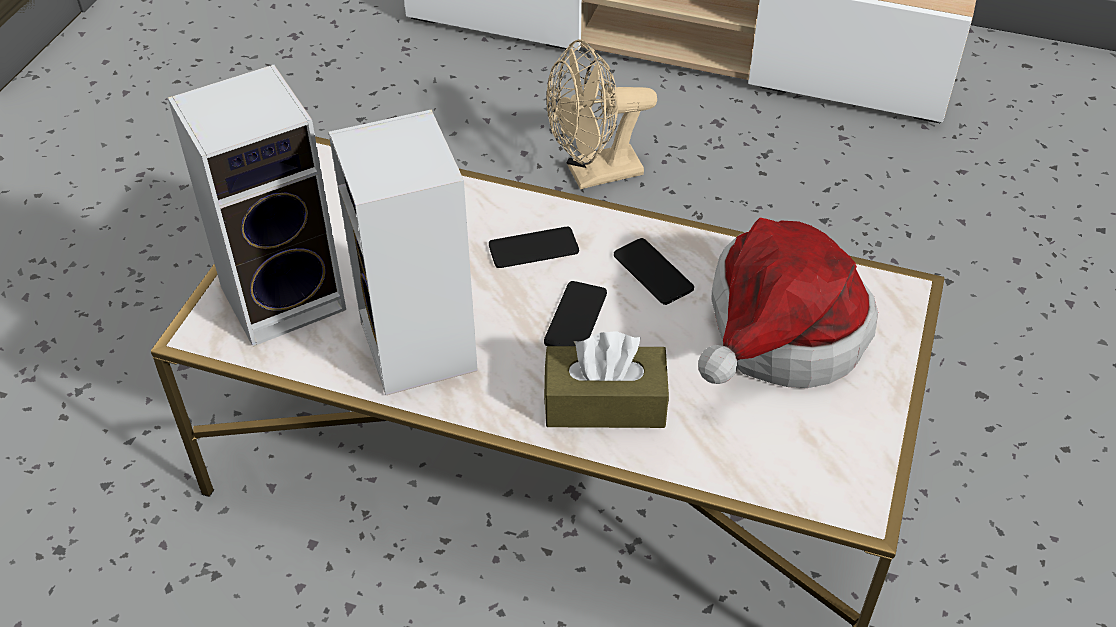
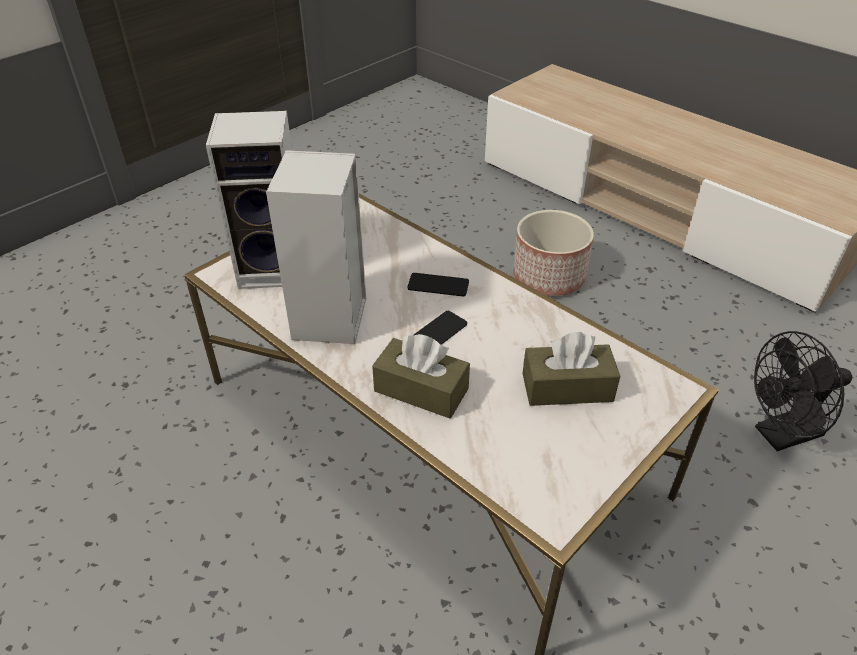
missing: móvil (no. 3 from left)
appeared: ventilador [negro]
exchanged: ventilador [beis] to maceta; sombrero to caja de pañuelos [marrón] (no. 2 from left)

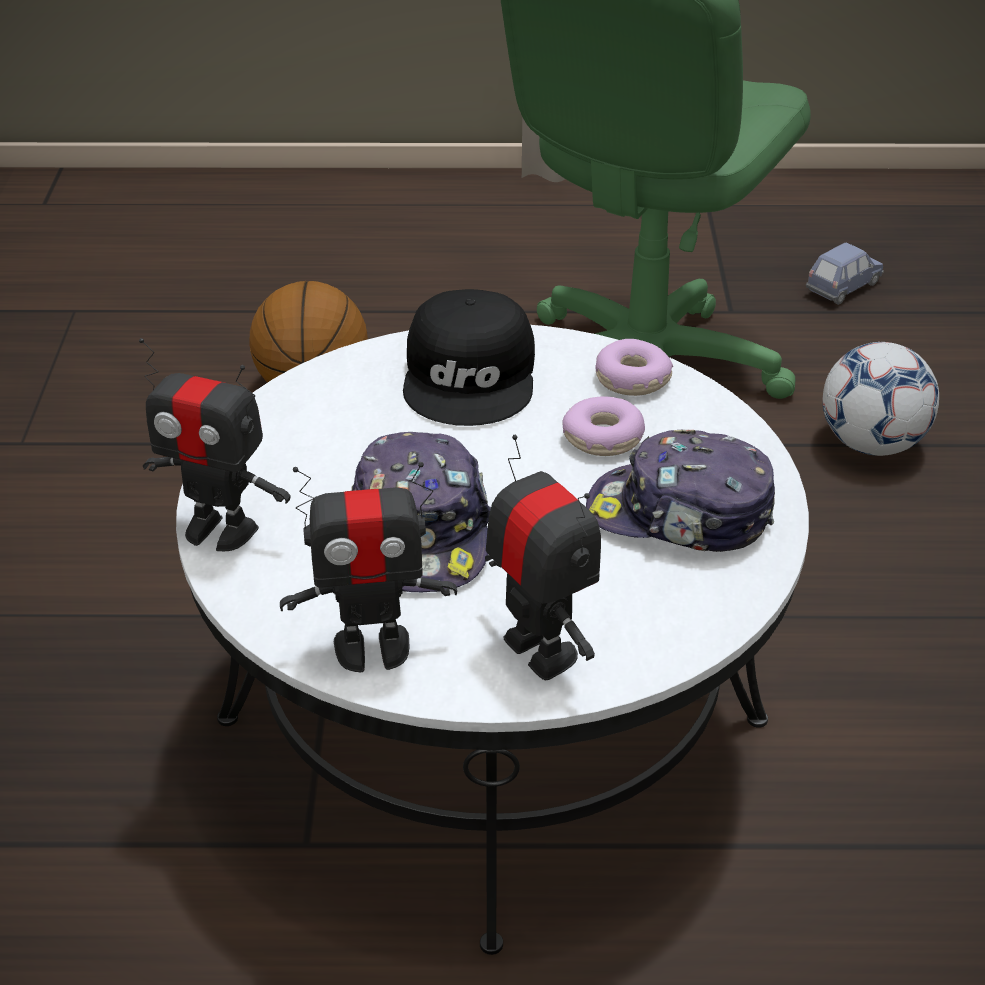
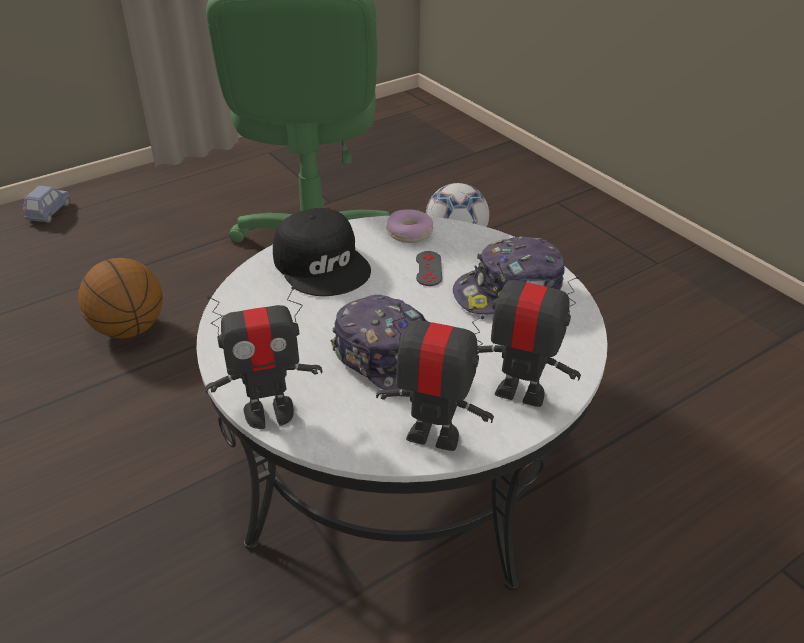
relocated: coche de juguete [azul]
exchanged: rosquilla (no. 1 from left) to mando de consola [gris]
spun: robot de juguete (no. 2 from left) 120 degrees counterclockwise

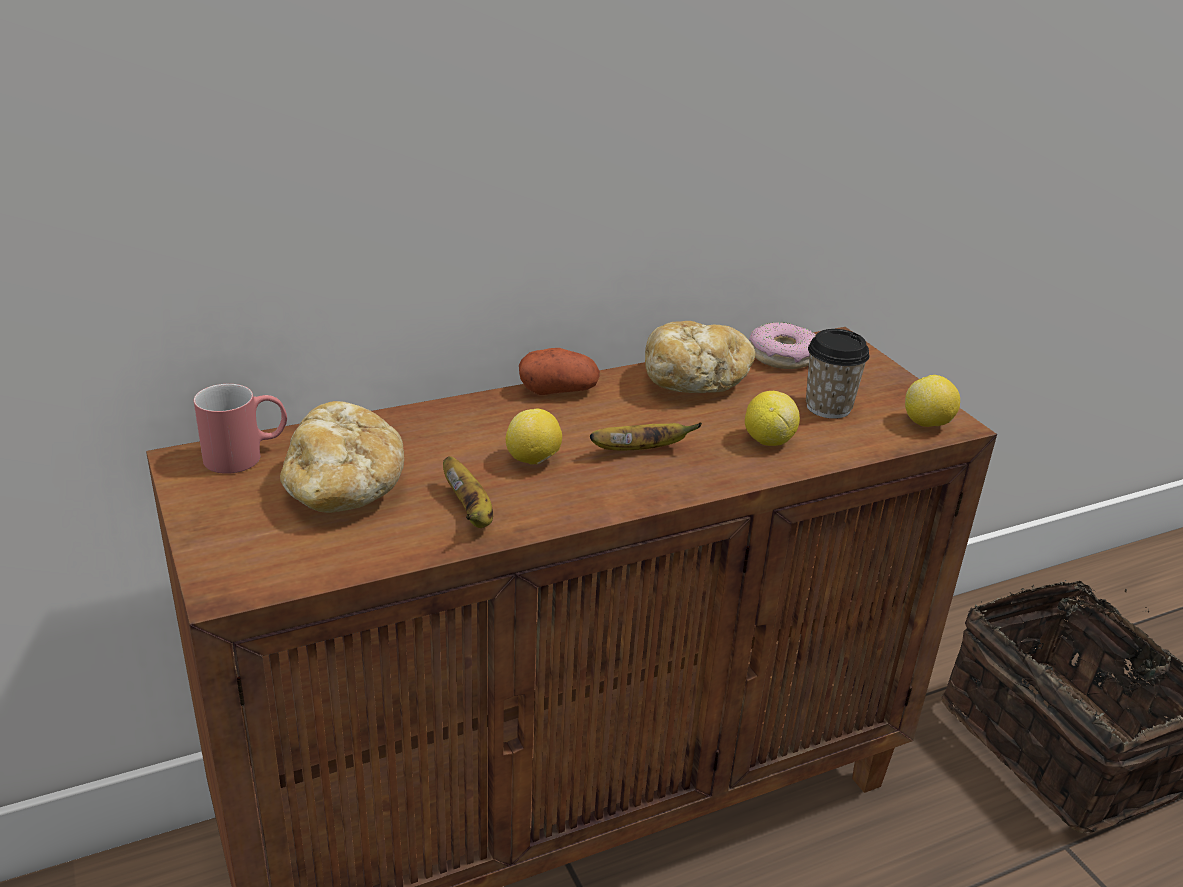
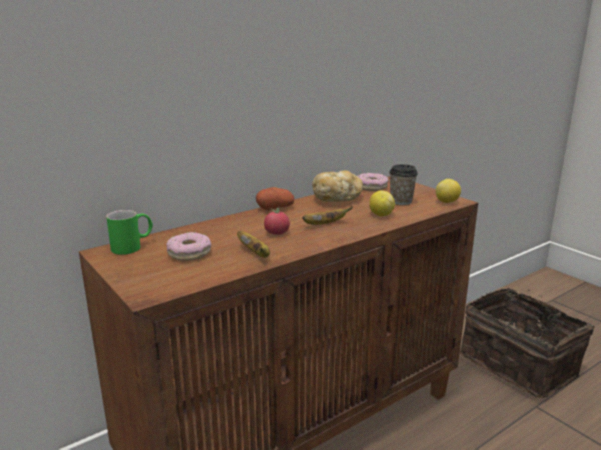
exchanged: pan (no. 1 from left) to rosquilla (no. 1 from left); limón (no. 1 from left) to tomate
colour: taza grande [rojo] to taza grande [verde]

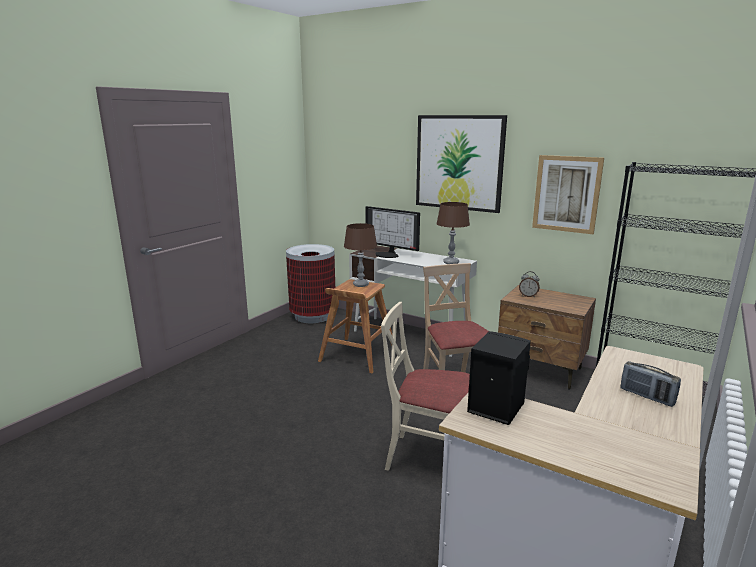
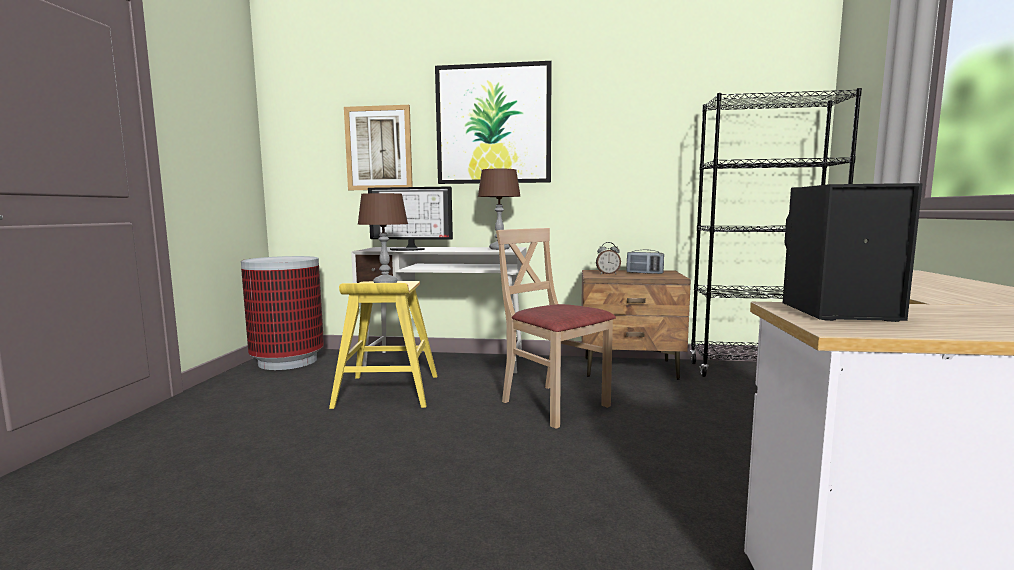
missing: silla [beis] (no. 1 from left)
relocated: cuadro (no. 2 from left in the first image) to cuadro (no. 1 from left); radio
colour: taburete [marrón] to taburete [amarillo]

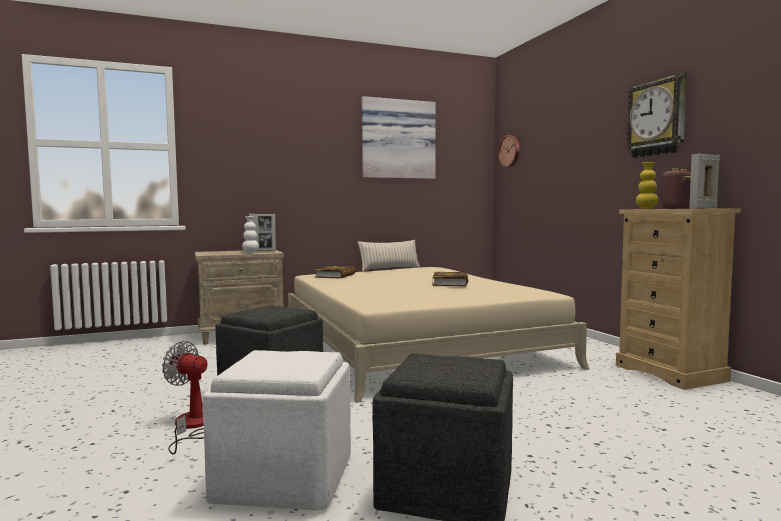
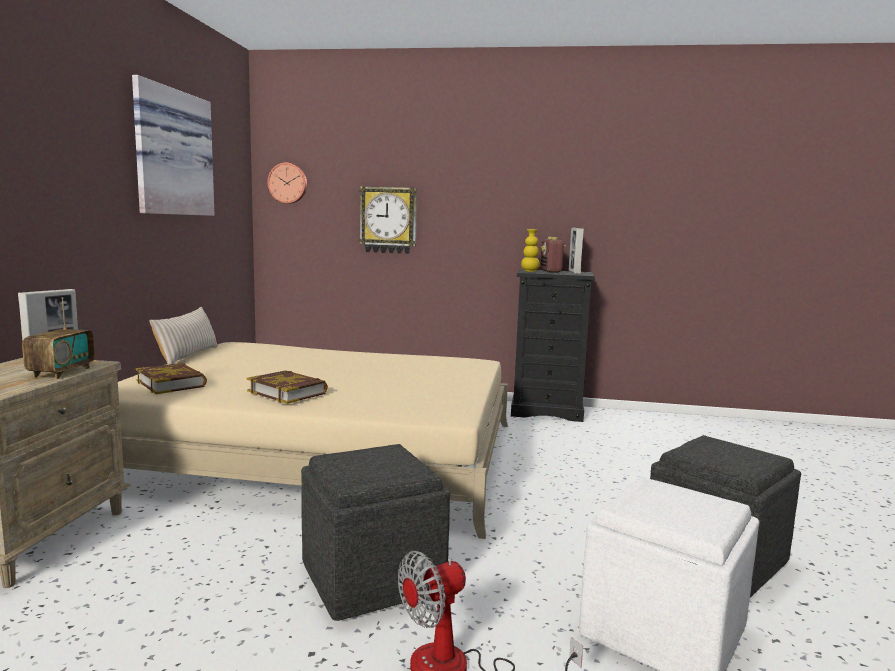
relocated: libro (no. 2 from left); reloj de pared (no. 2 from left)
exchanged: florero [blanco] to radio (no. 1 from left)
colour: cómoda [beis] to cómoda [negro]

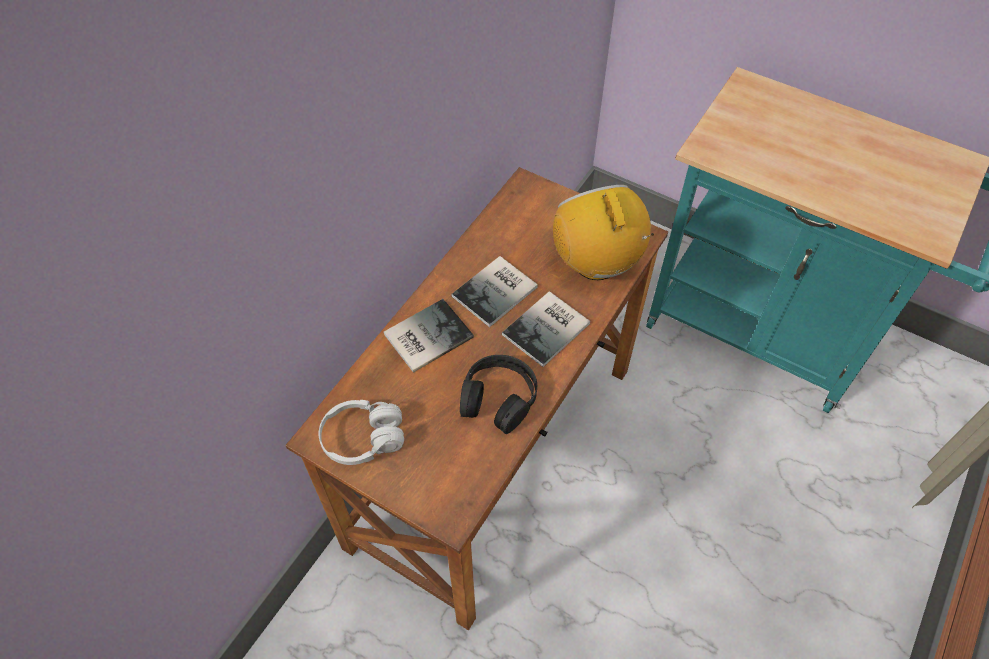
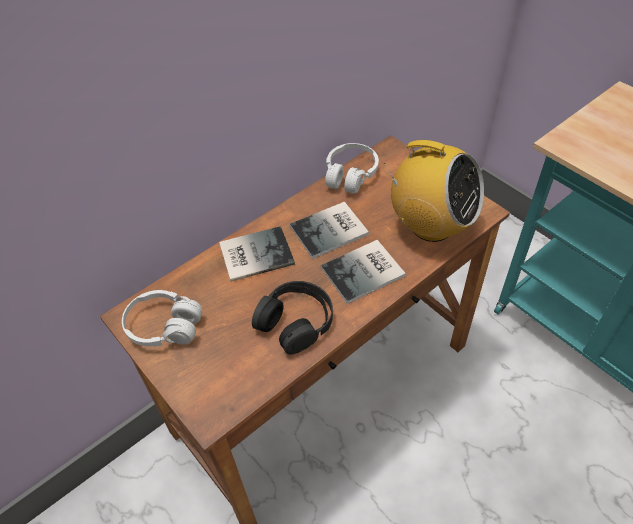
appeared: auriculares [blanco] (no. 2 from left)
spun: radio 120 degrees clockwise

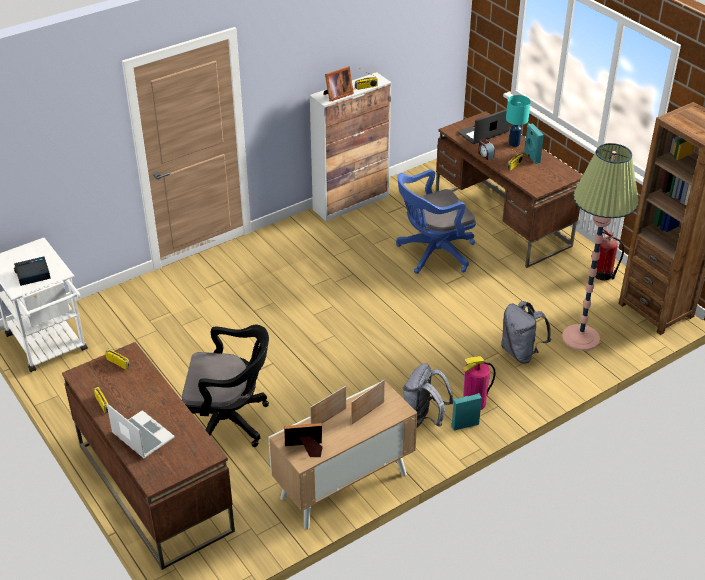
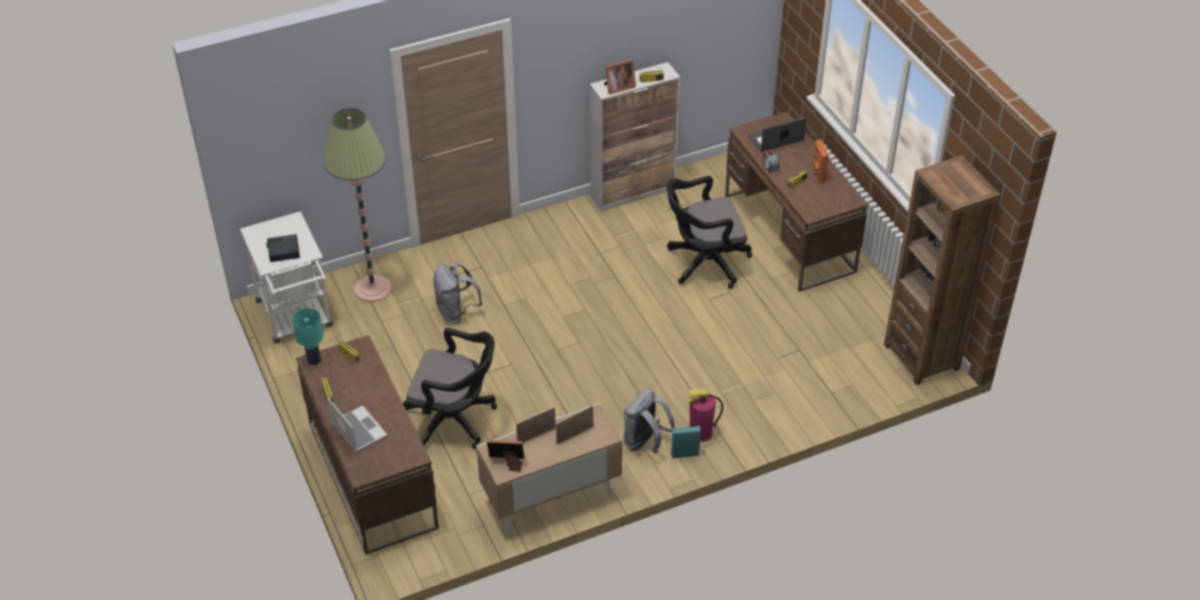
missing: extintor (no. 2 from left)
relocated: mochila [gris] (no. 2 from left in the first image) to mochila [gris] (no. 1 from left); lámpara de mesa [turquesa]; lámpara de pie
colour: silla de oficina [azul] to silla de oficina [negro] (no. 2 from left); altavoz [turquesa] (no. 2 from left) to altavoz [naranja]

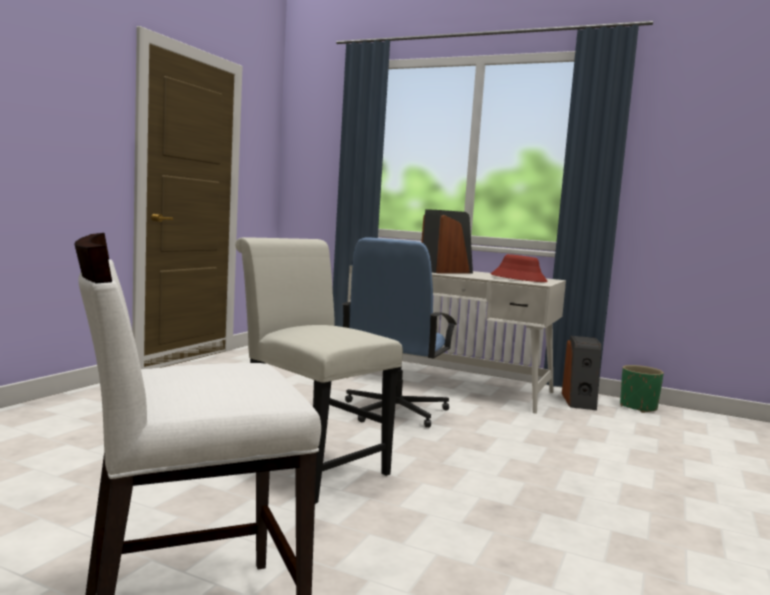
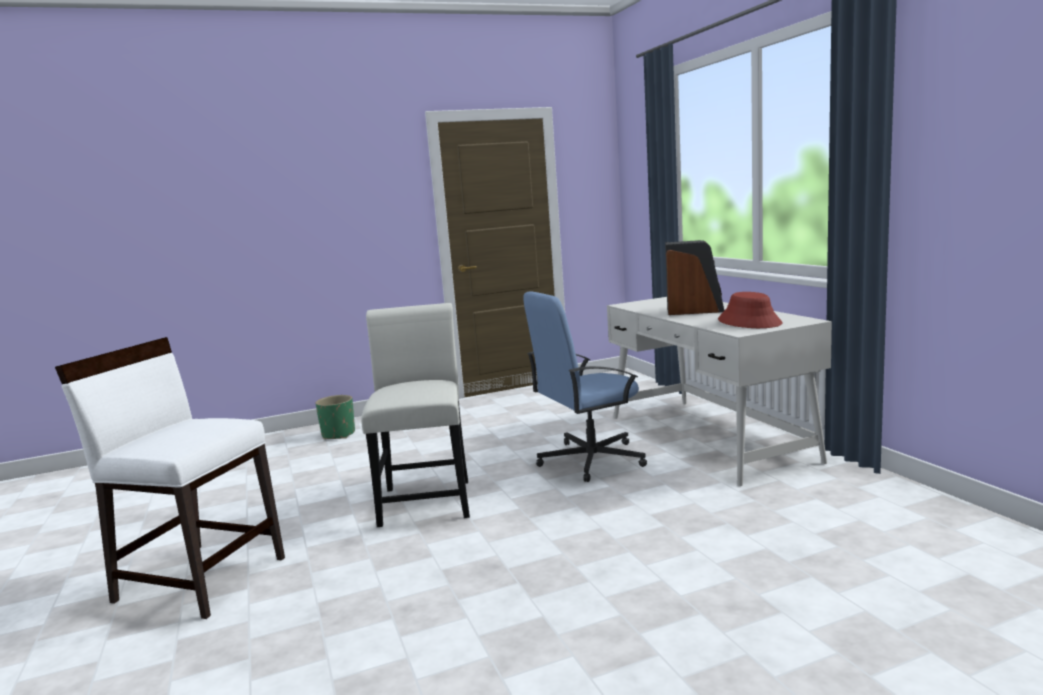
missing: altavoz (no. 2 from left)
relocated: maceta [verde]

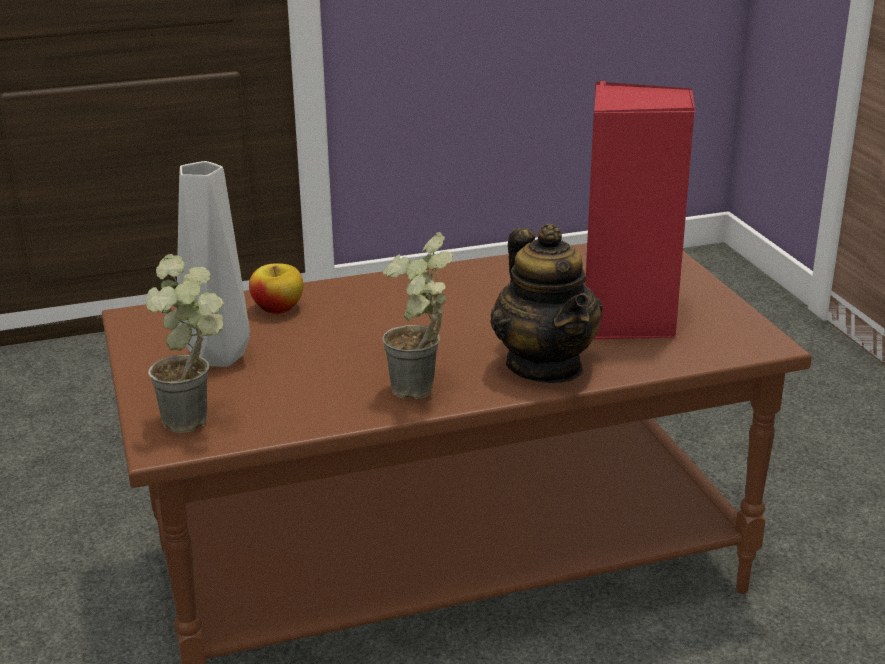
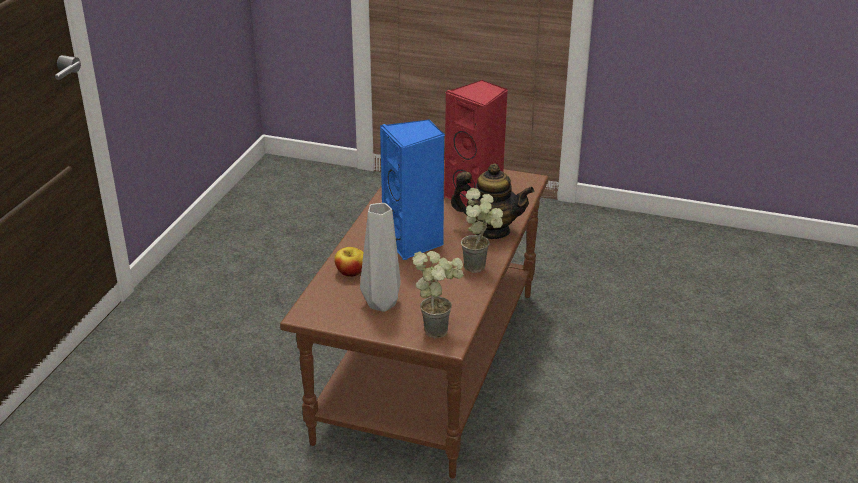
appeared: altavoz [azul]

